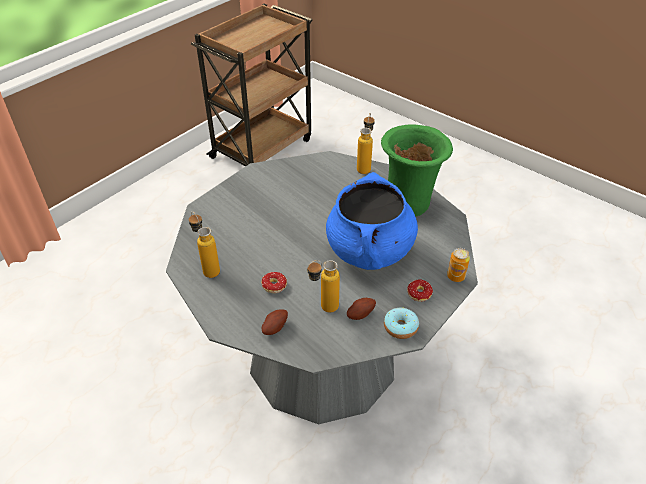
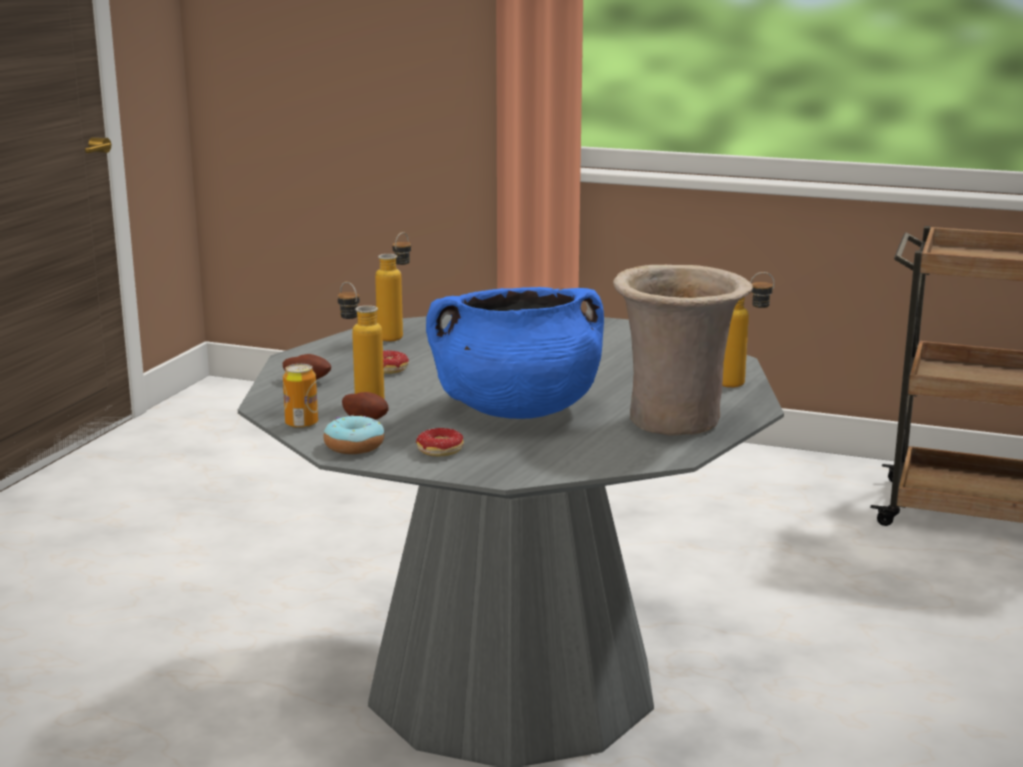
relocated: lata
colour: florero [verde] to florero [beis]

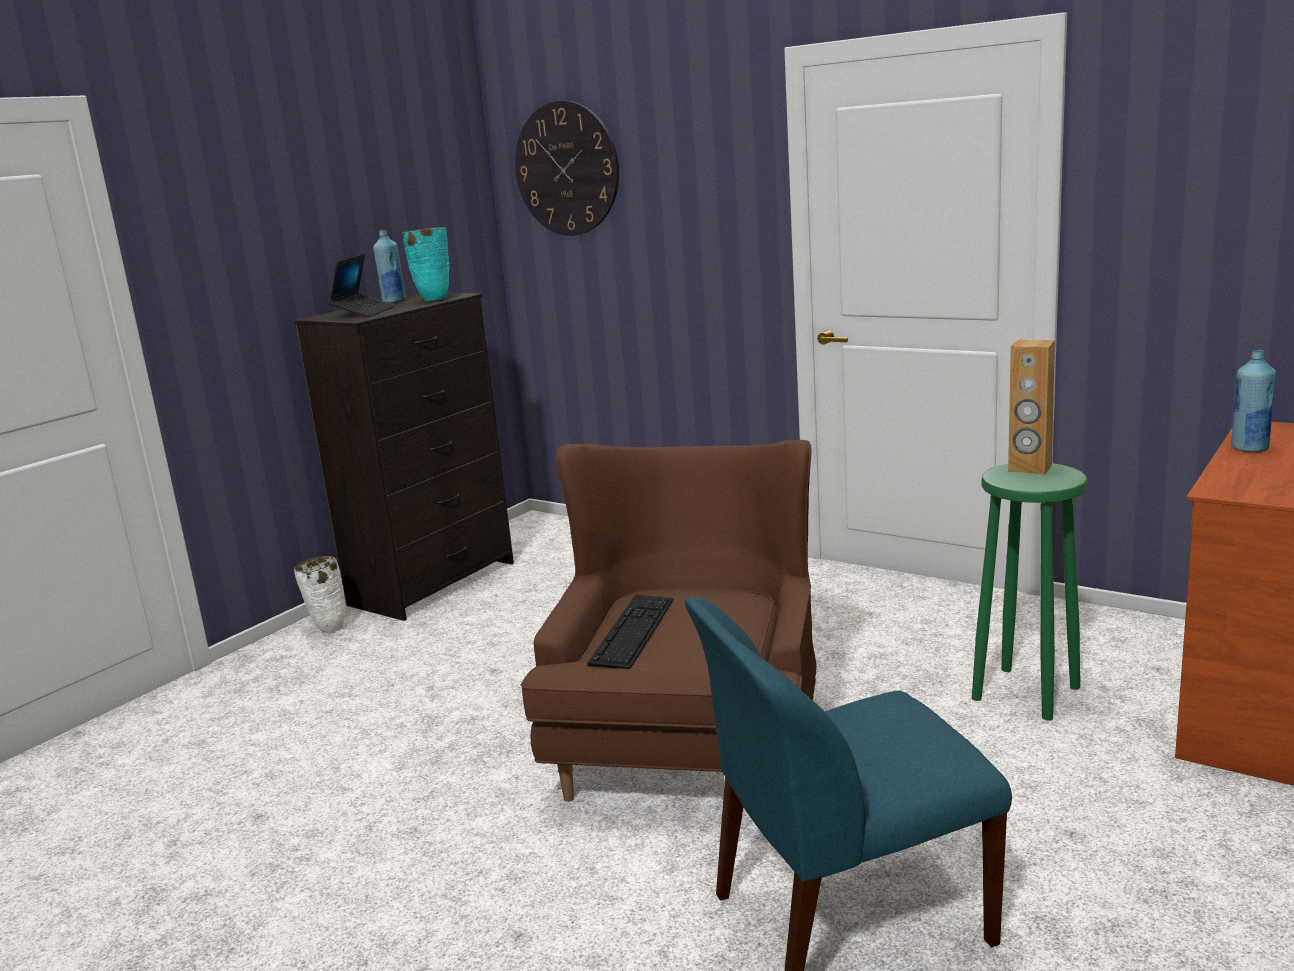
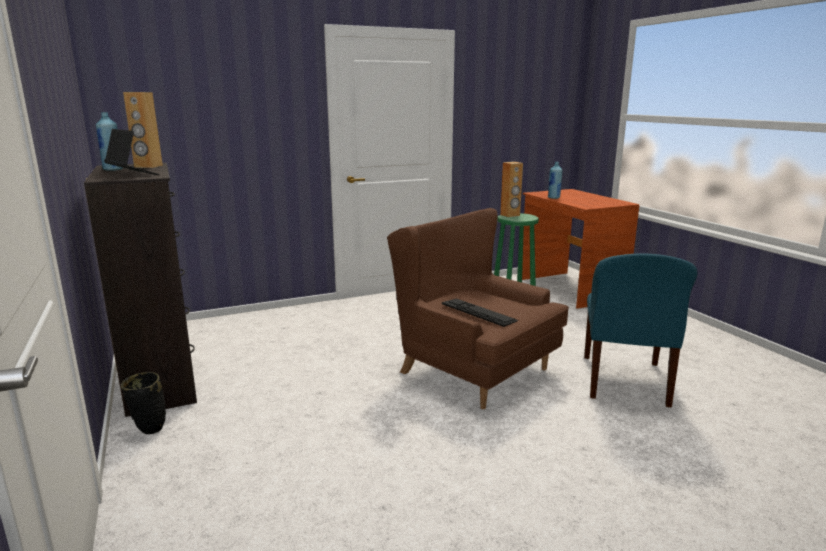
missing: reloj de pared
exchanged: florero [turquesa] to altavoz [marrón] (no. 1 from left)
colour: florero [blanco] to florero [negro]

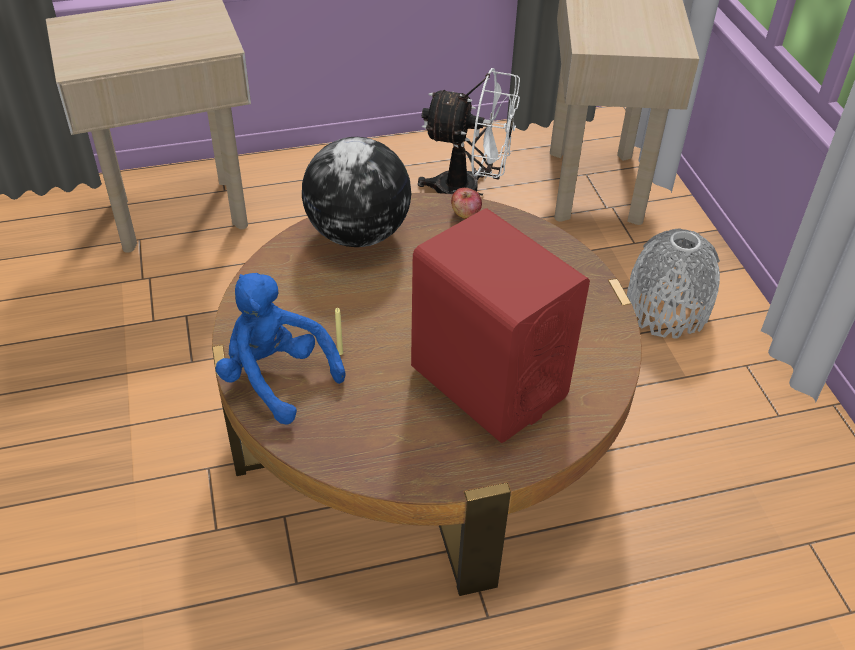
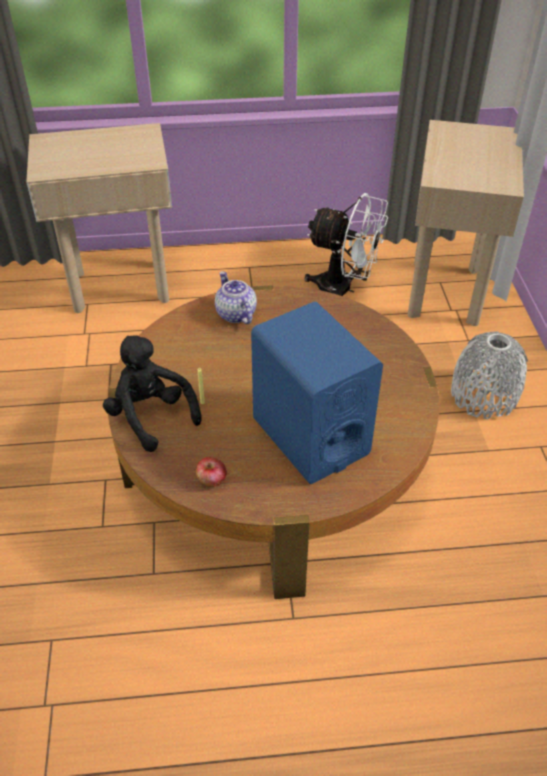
relocated: manzana
exchanged: globo terráqueo to tetera
colour: peluche [azul] to peluche [negro]; altavoz [rojo] to altavoz [azul]

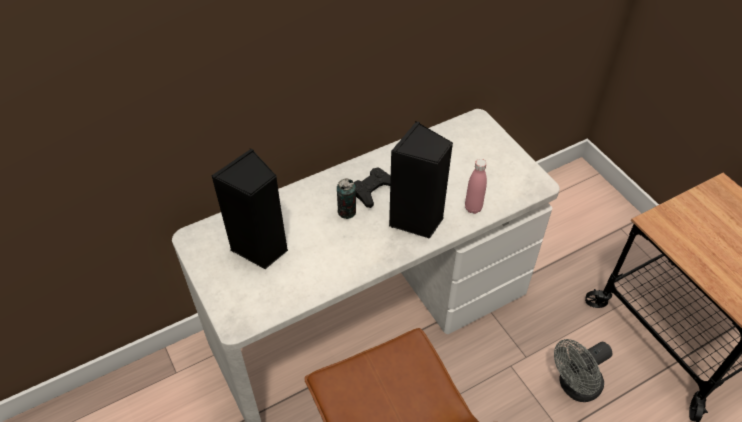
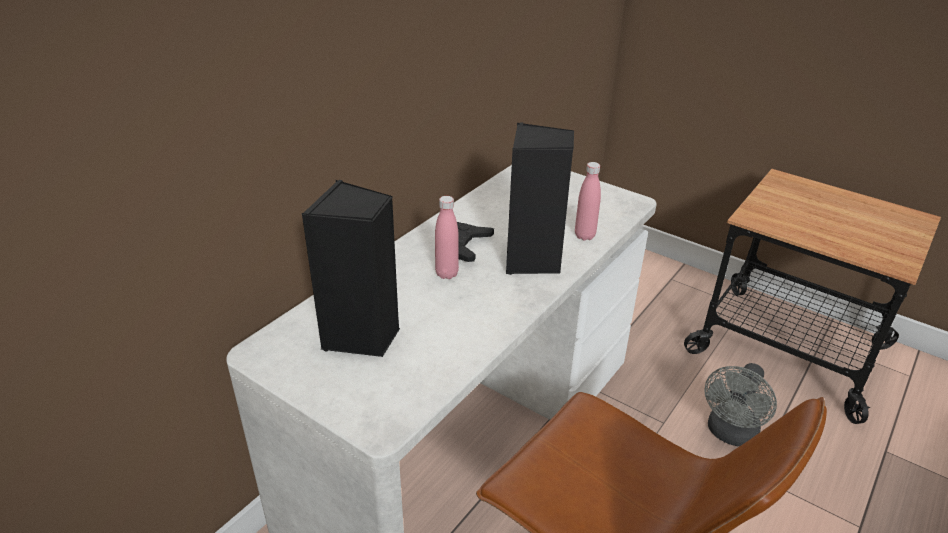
exchanged: lata to botella [rosa] (no. 1 from left)

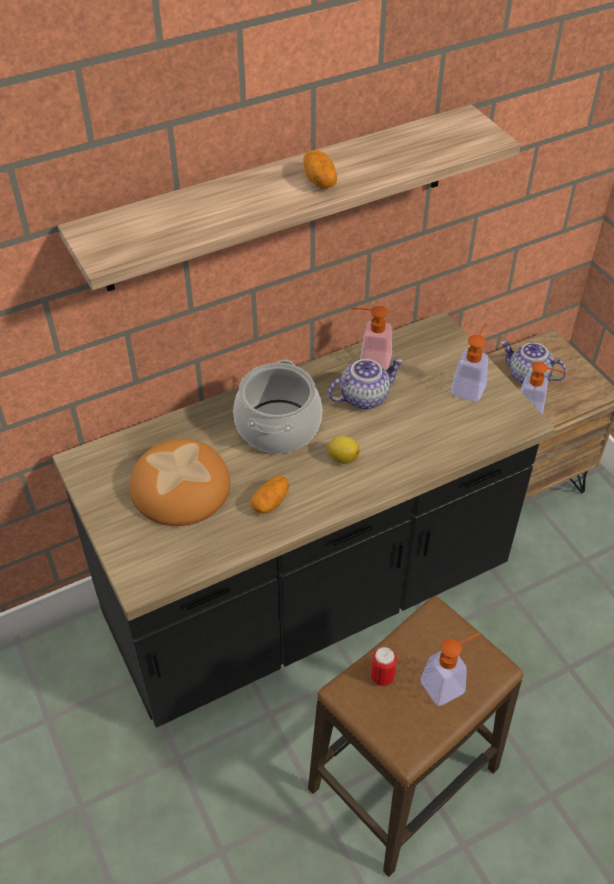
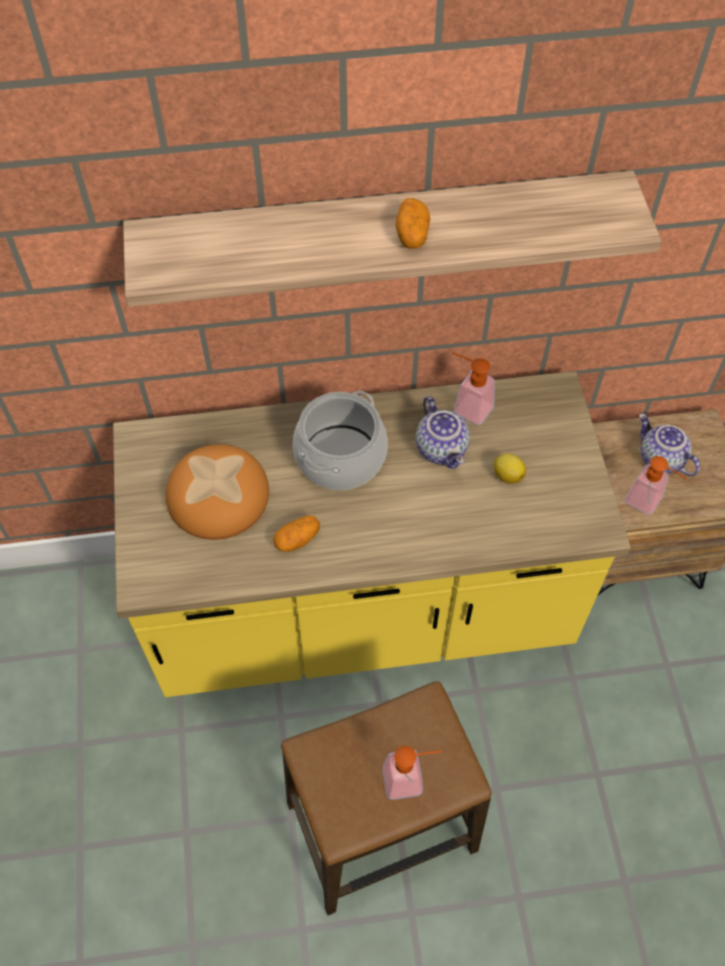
missing: lata; dispensador de jabón (no. 3 from left)
relocated: limón
colour: mueble bajo de cocina [negro] to mueble bajo de cocina [amarillo]
spun: tetera (no. 1 from left) 75 degrees clockwise

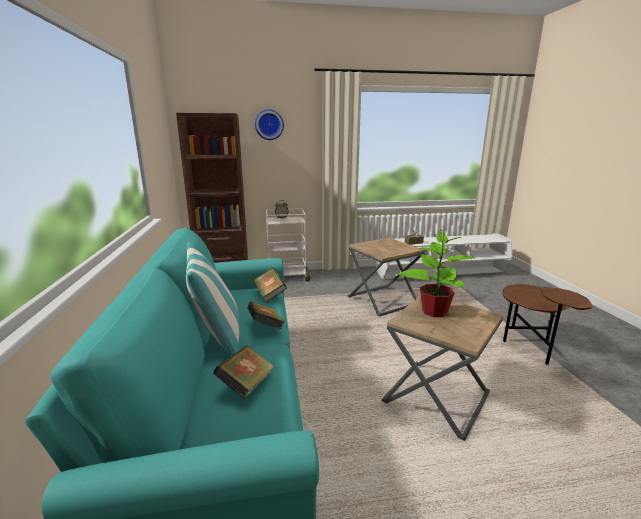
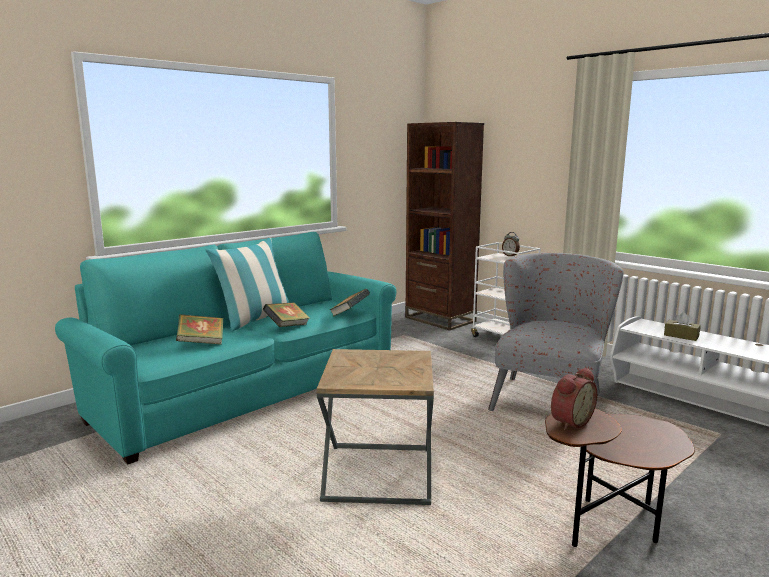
missing: reloj de pared; planta en maceta
appeared: despertador (no. 2 from left)
exchanged: mesa auxiliar [marrón] (no. 1 from left) to sillón [gris]

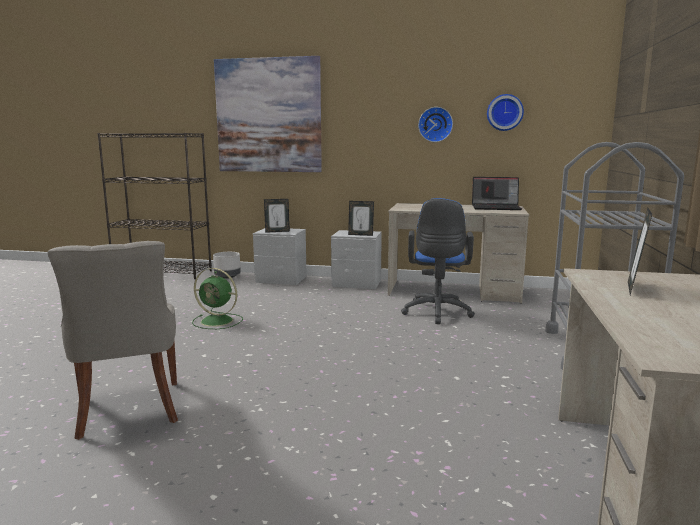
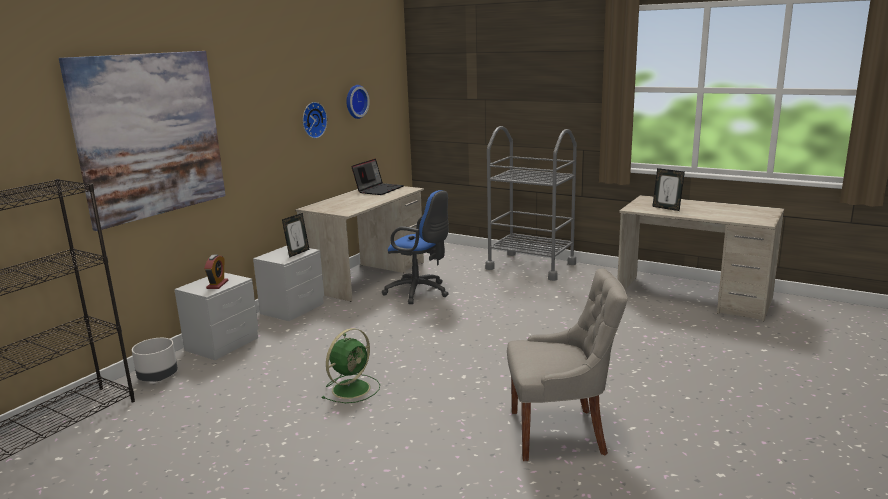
exchanged: portarretratos (no. 1 from left) to despertador

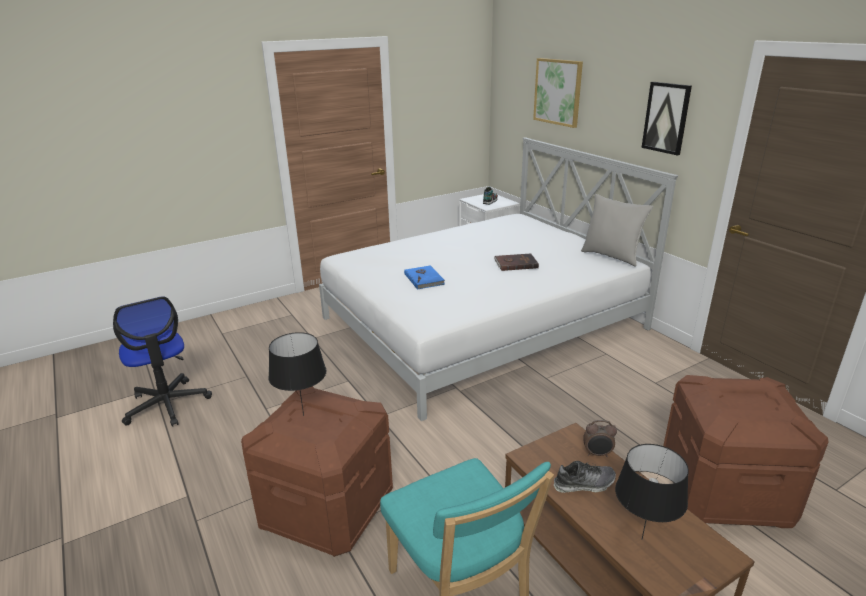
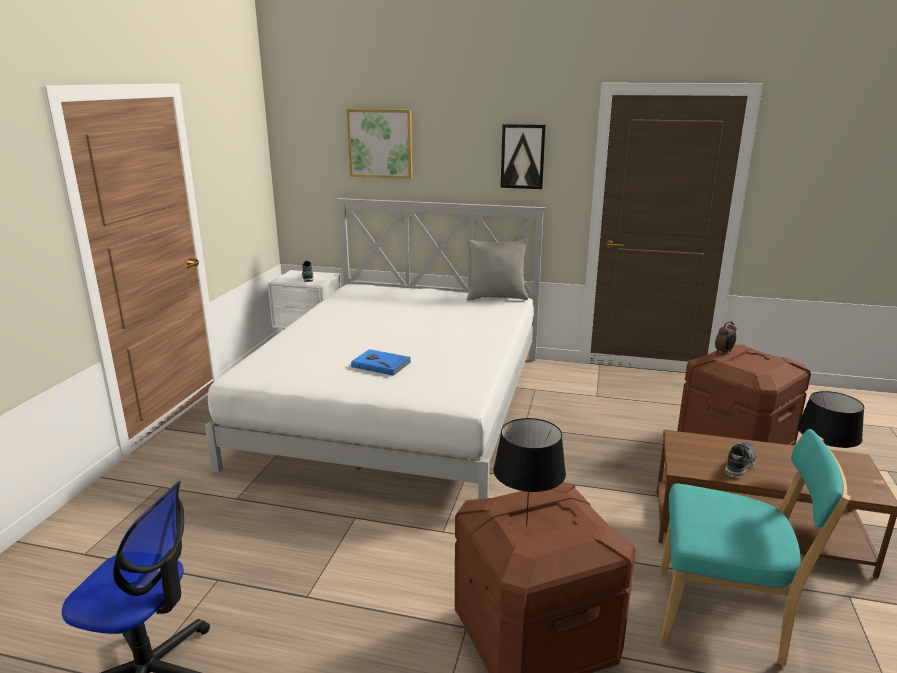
missing: libro [marrón]
relocated: despertador

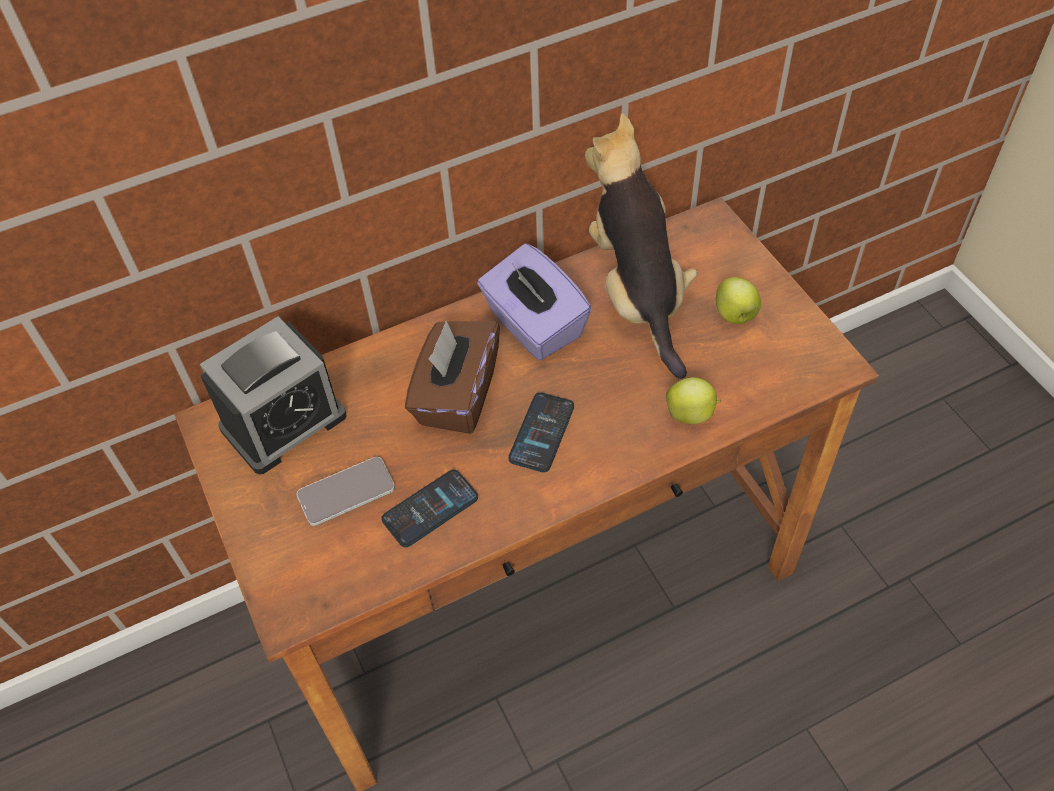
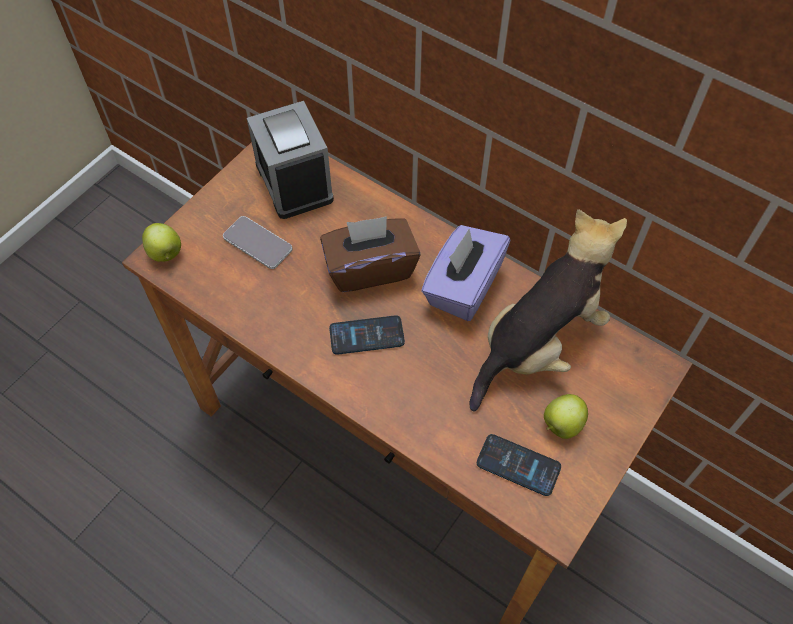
relocated: móvil (no. 2 from left in the first image) to móvil (no. 3 from left); manzana (no. 1 from left)
spun: despertador 45 degrees clockwise

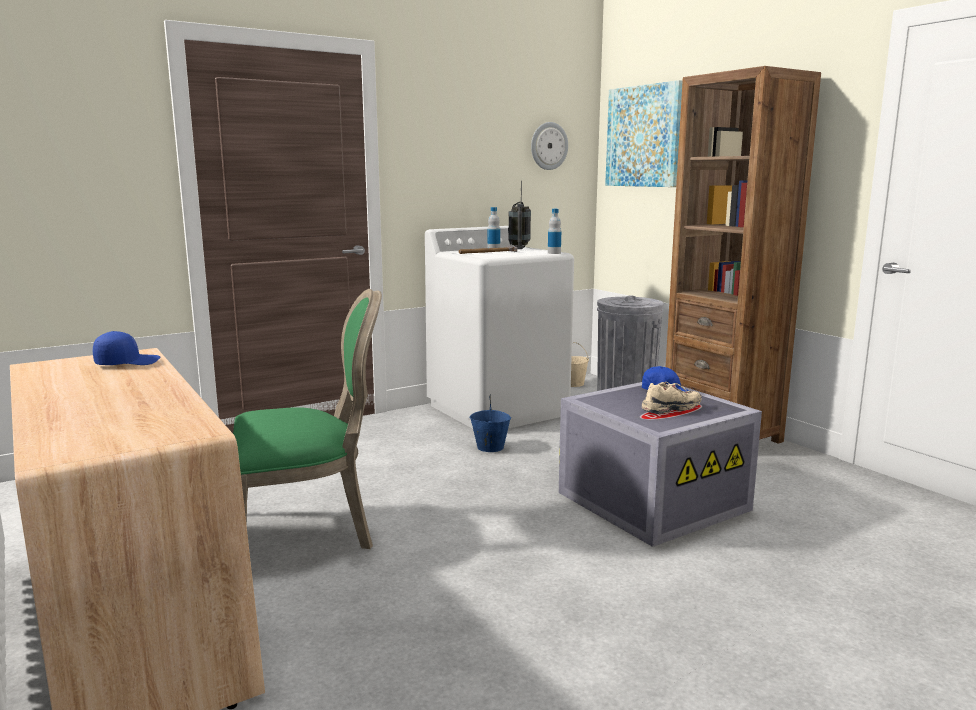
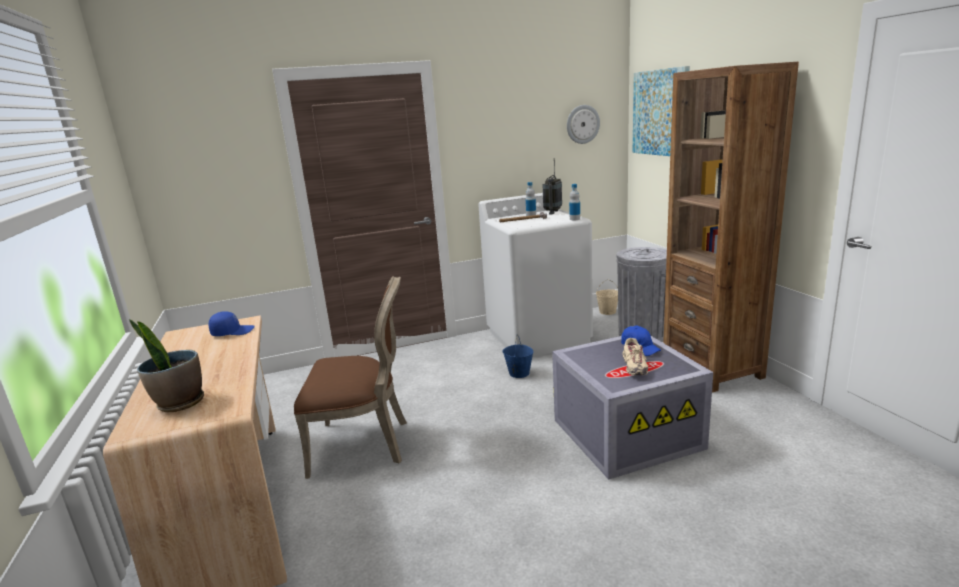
appeared: planta en maceta
colour: silla [verde] to silla [marrón]
spun: zapato [beis] 105 degrees clockwise

